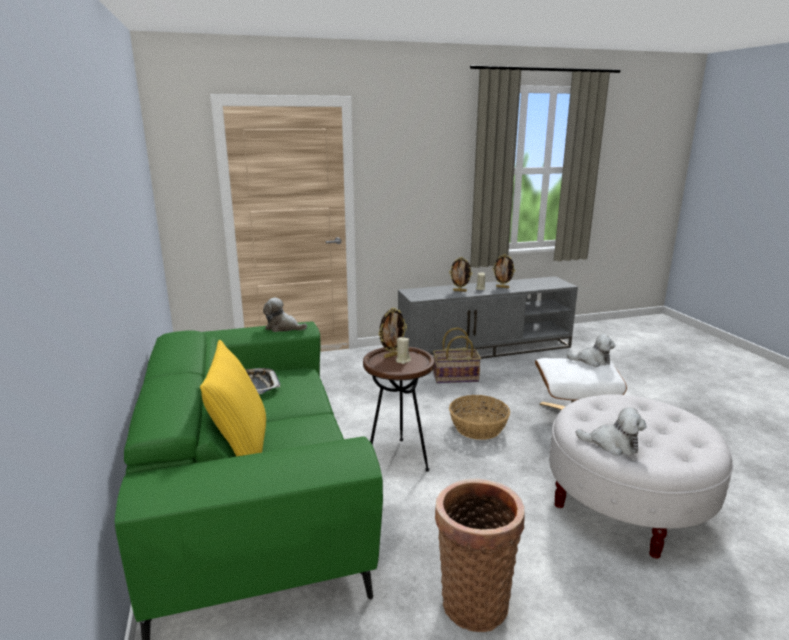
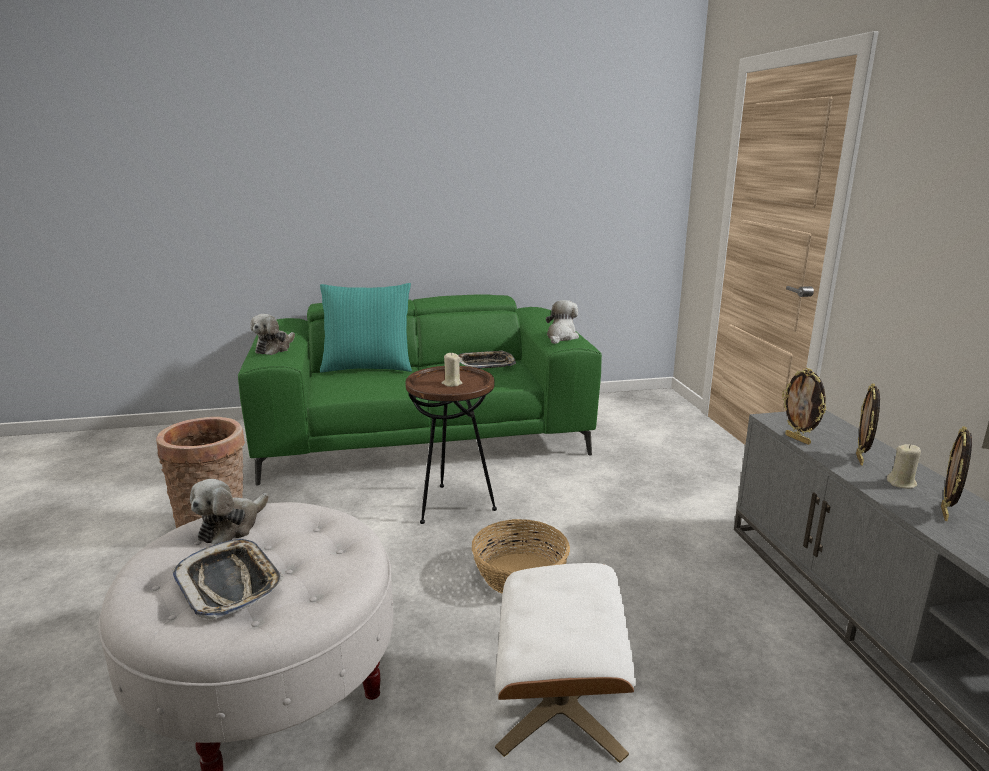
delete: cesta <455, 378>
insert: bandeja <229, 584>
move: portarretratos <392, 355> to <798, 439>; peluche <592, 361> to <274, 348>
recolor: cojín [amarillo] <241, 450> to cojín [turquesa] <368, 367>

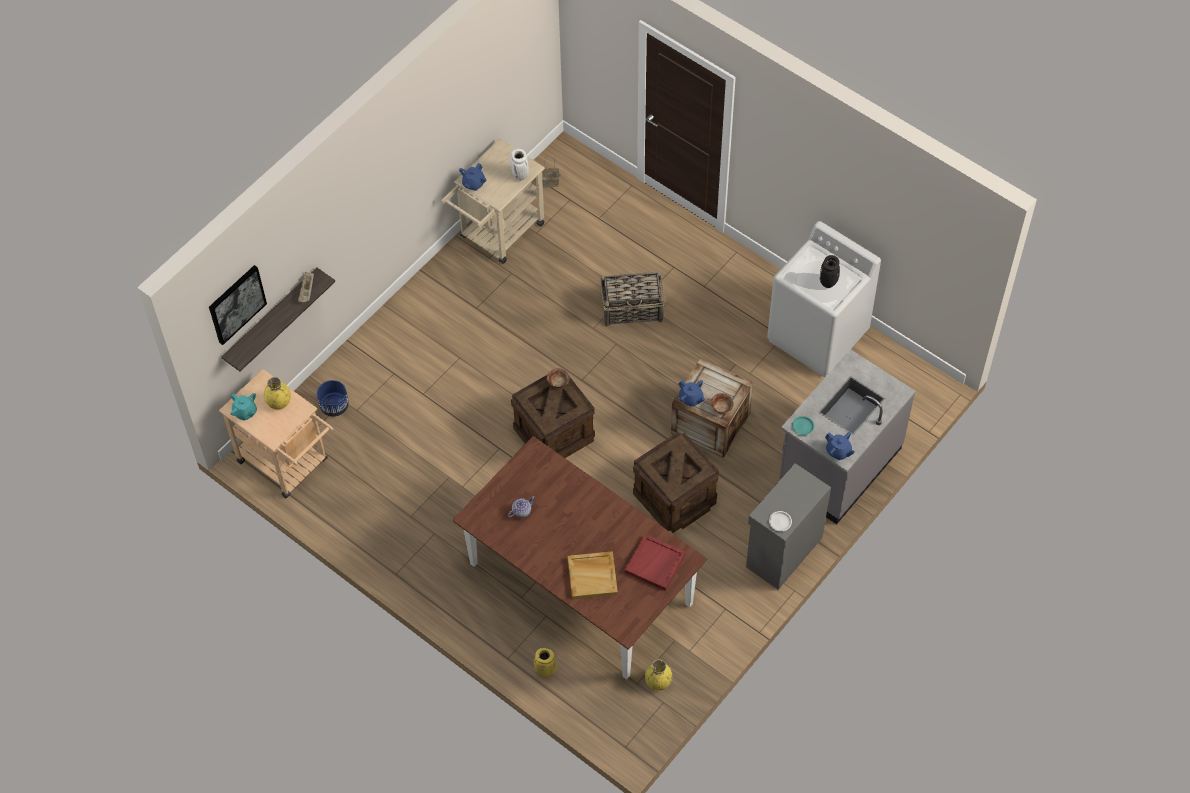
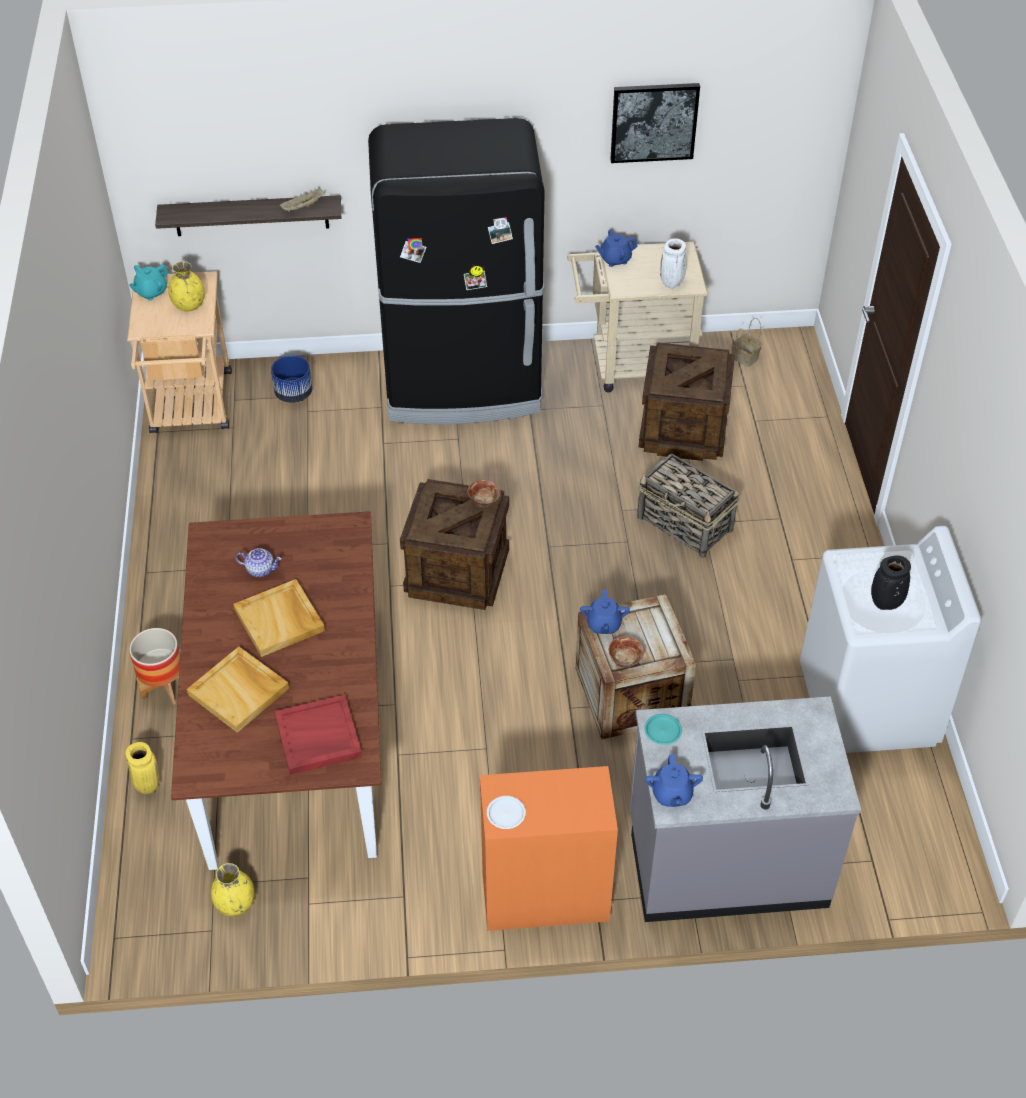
insert: nevera [negro] <463, 386>; bandeja [beis] <280, 620>; maceta <164, 688>
move: cuadro <236, 304> to <654, 122>; caja de embalaje <675, 498> to <682, 430>
recolor: armario [gris] <782, 552> to armario [naranja] <544, 895>
rotate: tetera [turquesa] <245, 412> = <151, 292> 45 degrees clockwise

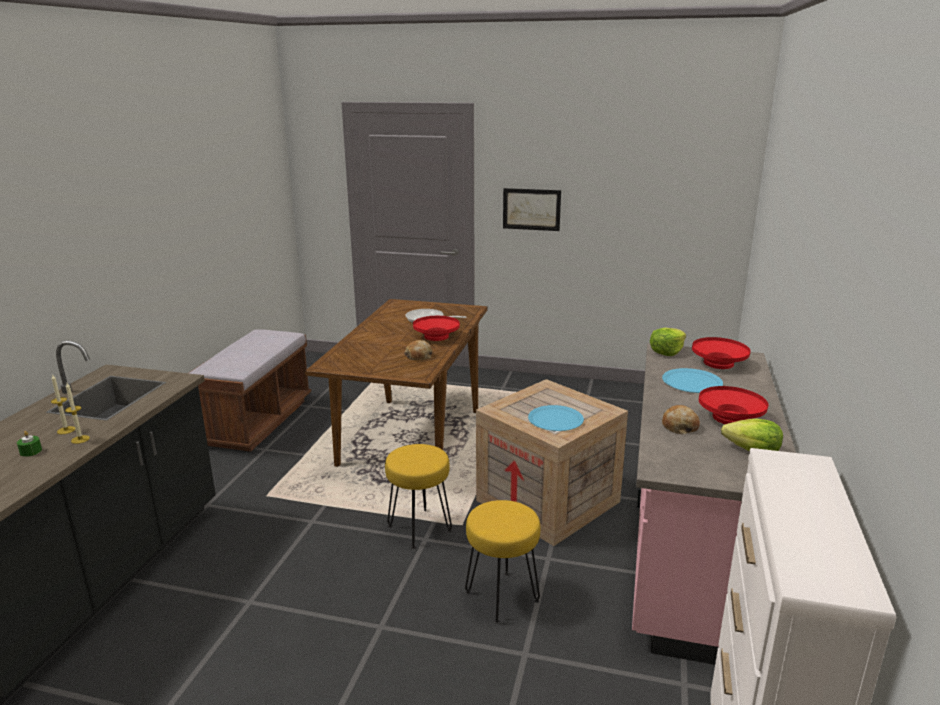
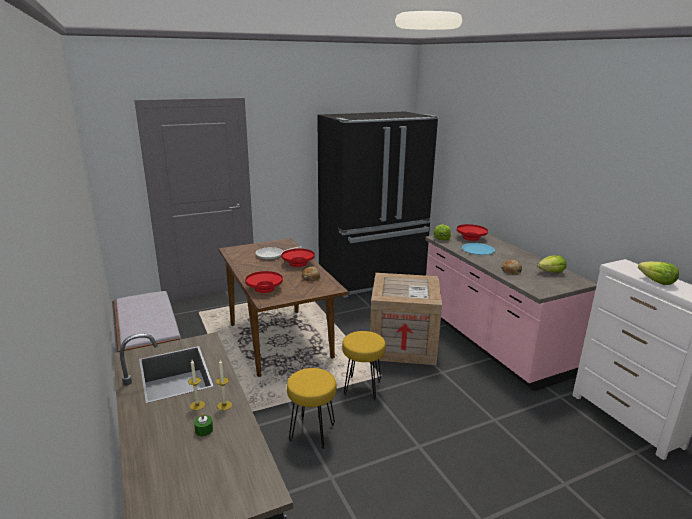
delete: cuadro <531, 209>; plato [azul] <555, 419>
insert: nevera [negro] <373, 279>; lechuga <656, 281>
move: cuenco [rojo] <730, 418> to <264, 289>; taburete [amarillo] <501, 596> to <311, 433>

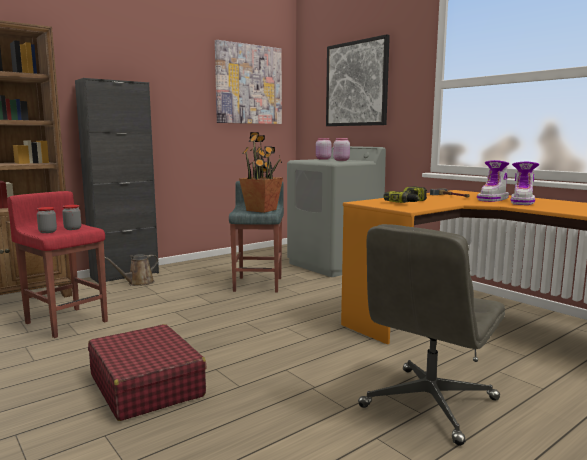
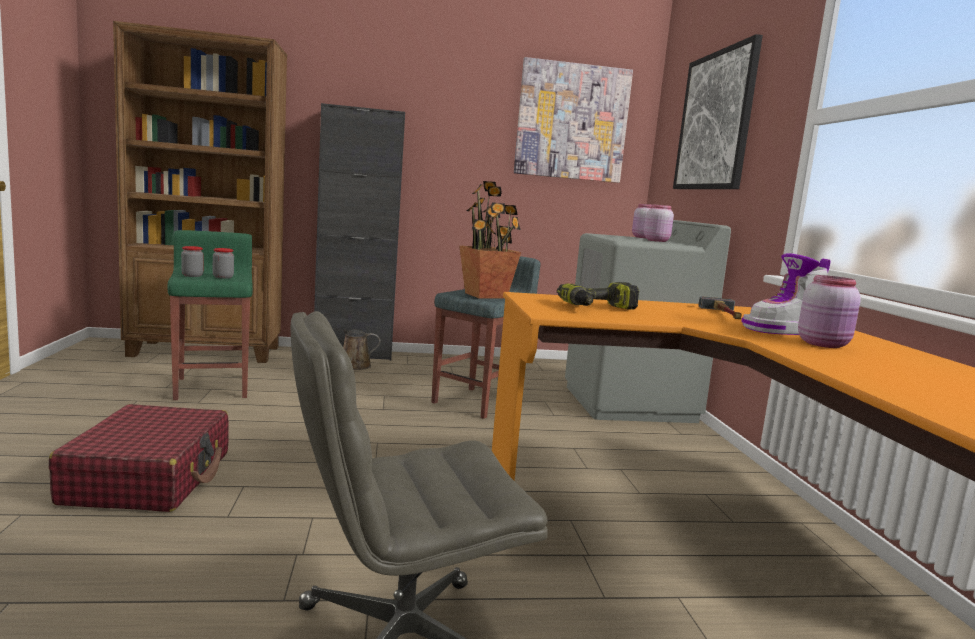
replace: bota <522, 202> to tarro [rosa] <824, 344>
recolor: taburete [rojo] <66, 322> to taburete [verde] <212, 387>

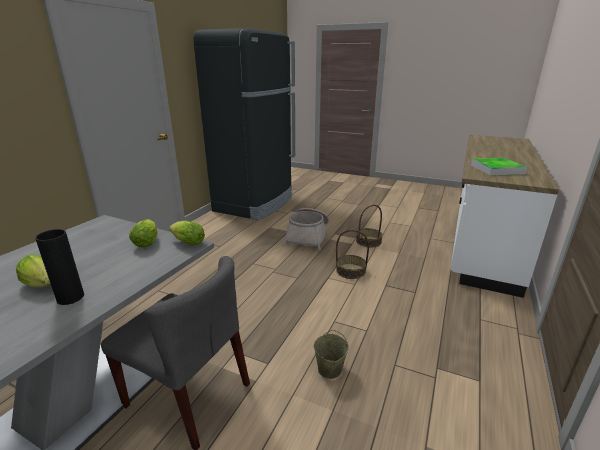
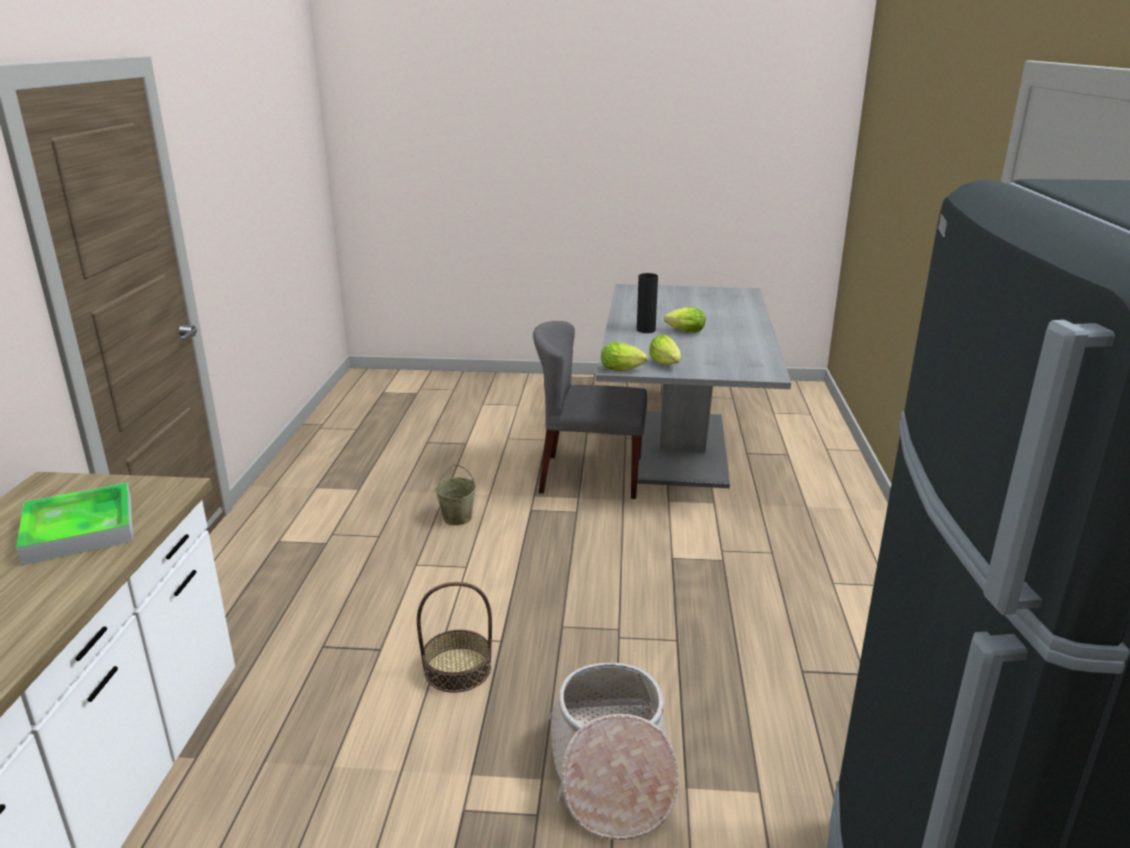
delete: cesta <368, 241>

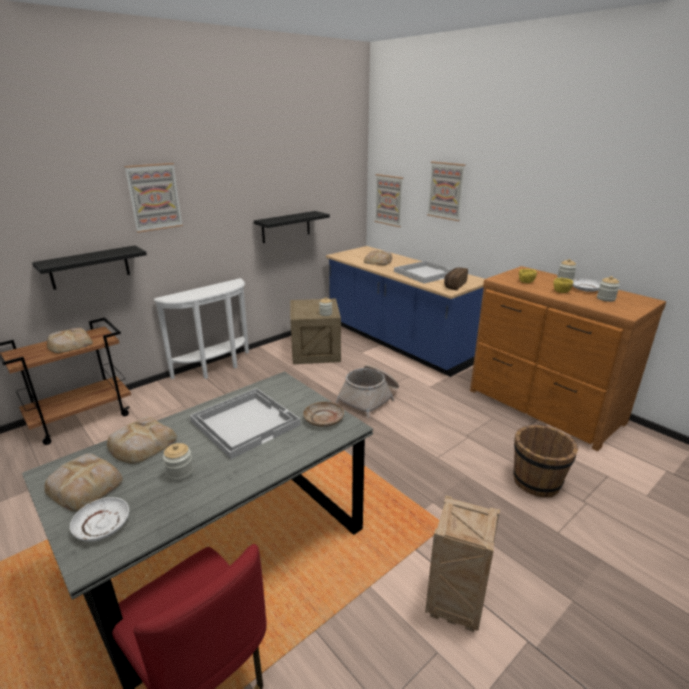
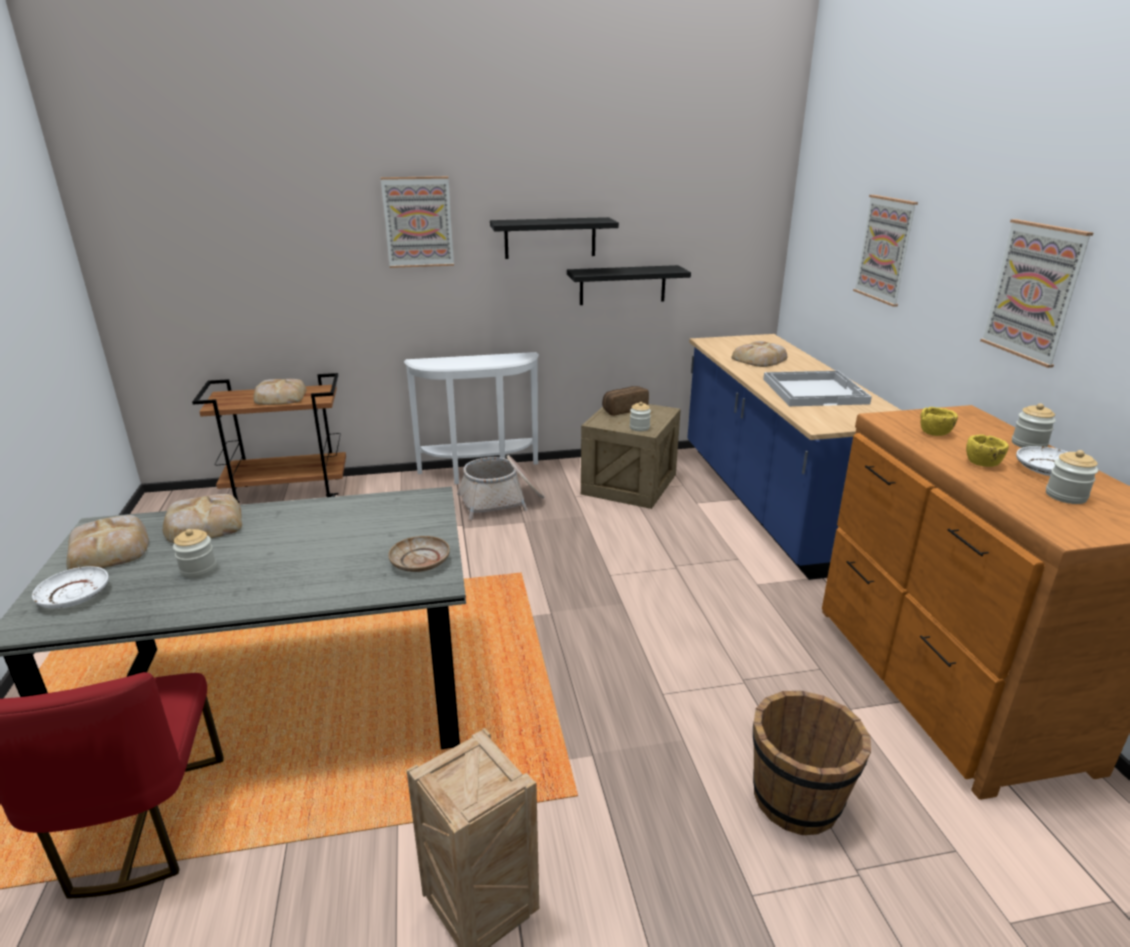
delete: bandeja [blanco] <245, 422>
move: cuadro <389, 200> to <1034, 291>; estante [negro] <90, 267> to <550, 238>; pan <454, 285> to <623, 409>; cesta <369, 398> to <502, 501>

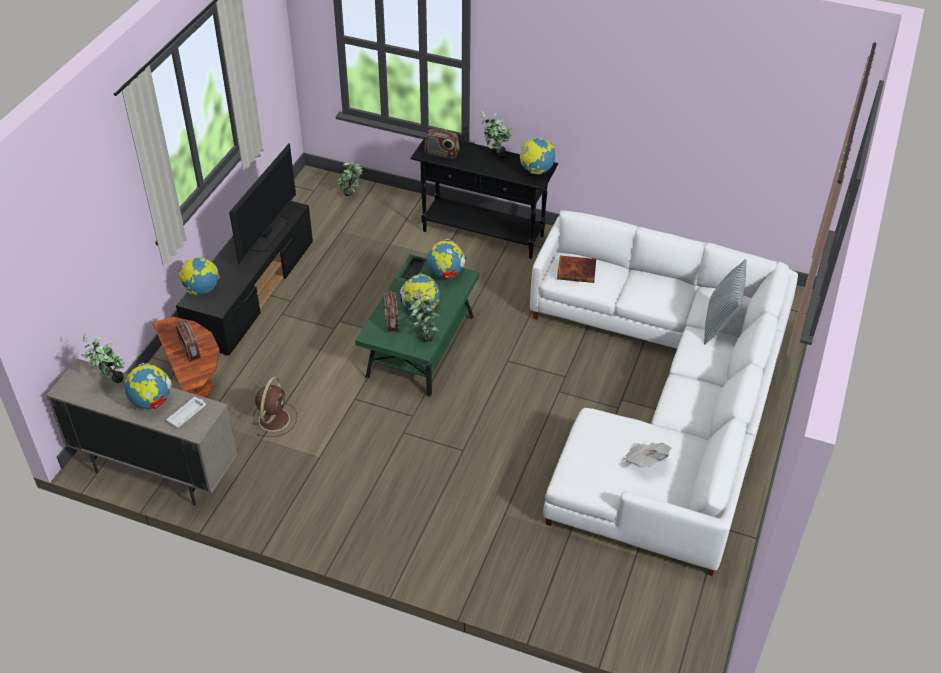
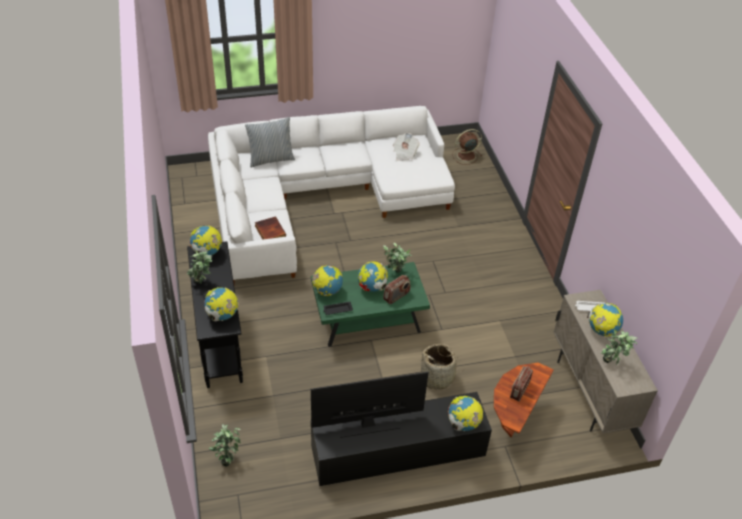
insert: cesta <437, 377>
move: ventilador [marrón] <274, 418> to <465, 156>
replace: radio <441, 153> to globo terráqueo <222, 315>

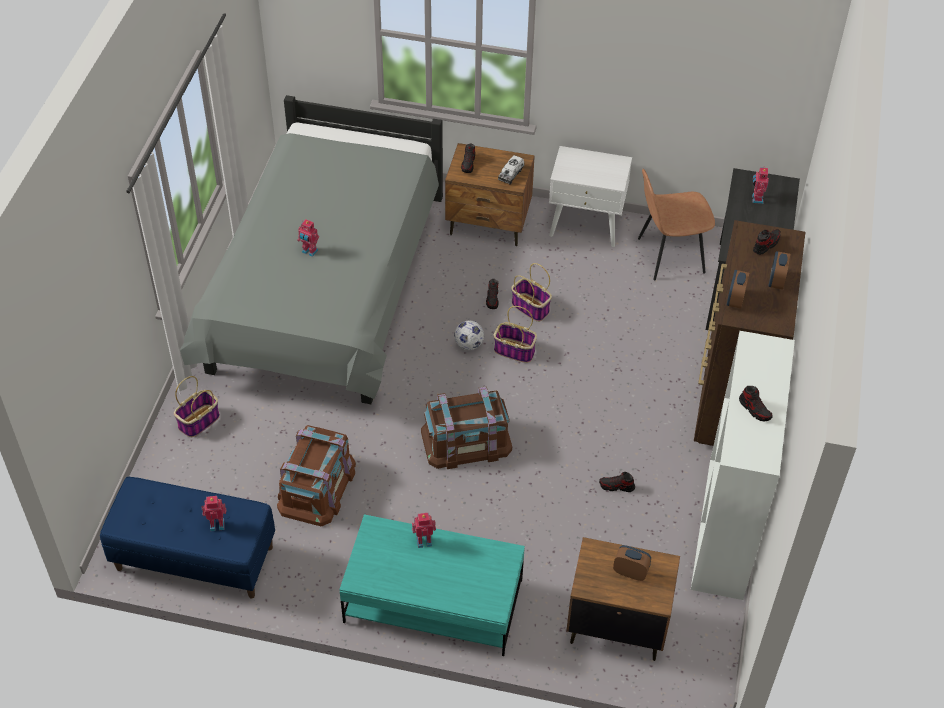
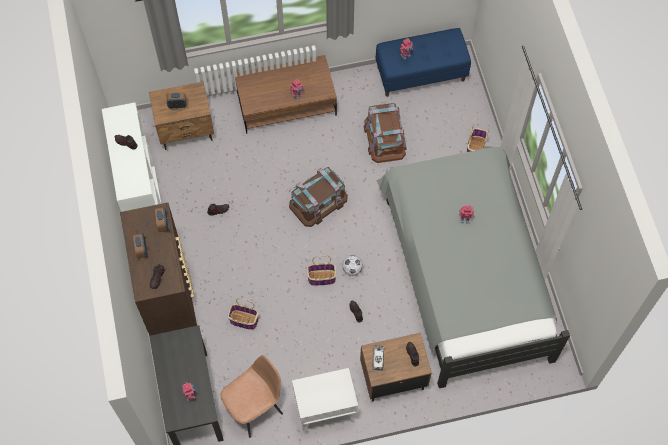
move: cesta <531, 308> to <243, 320>
recolor: mesa de centro [turquesa] <433, 601> to mesa de centro [marrón] <286, 103>

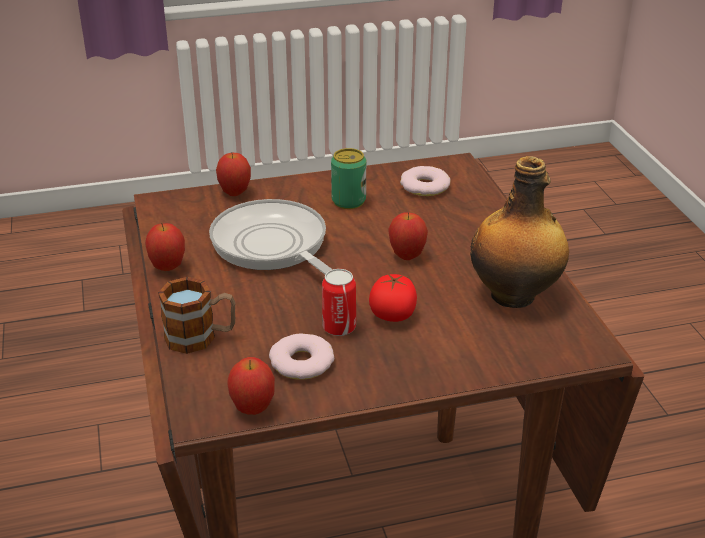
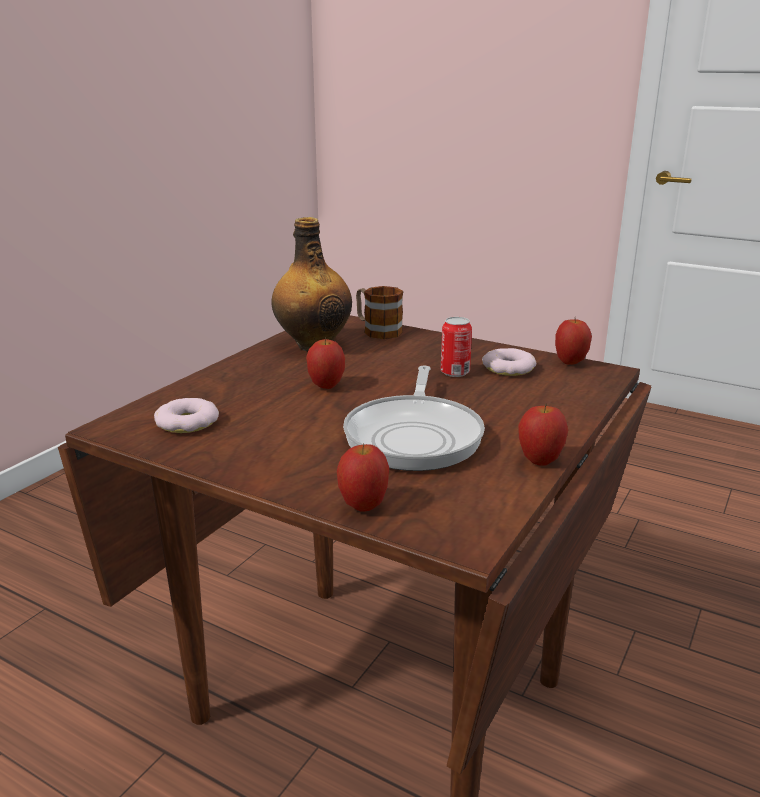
delete: lata <348, 201>; tomate <392, 315>
move: taza grande <201, 337> to <377, 330>

